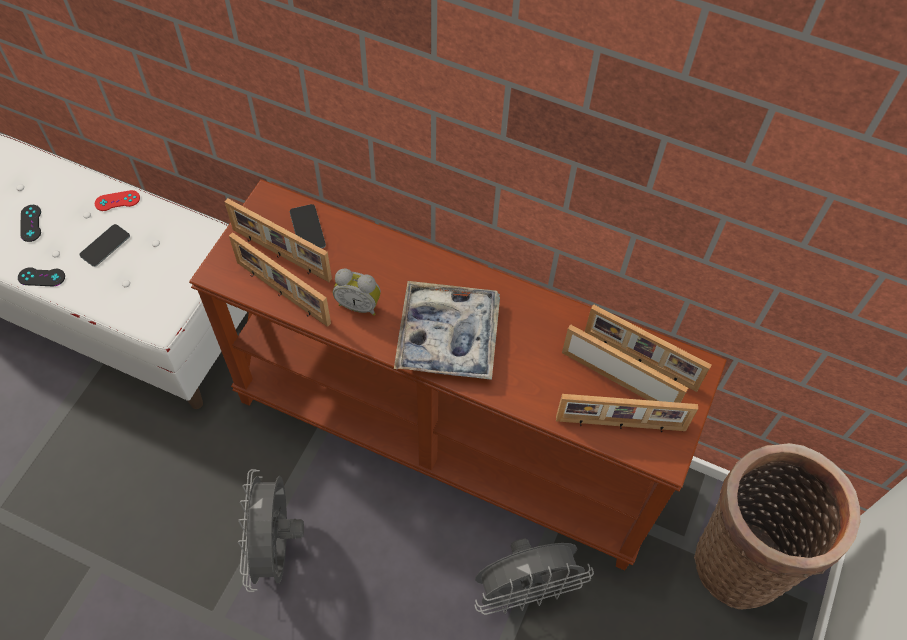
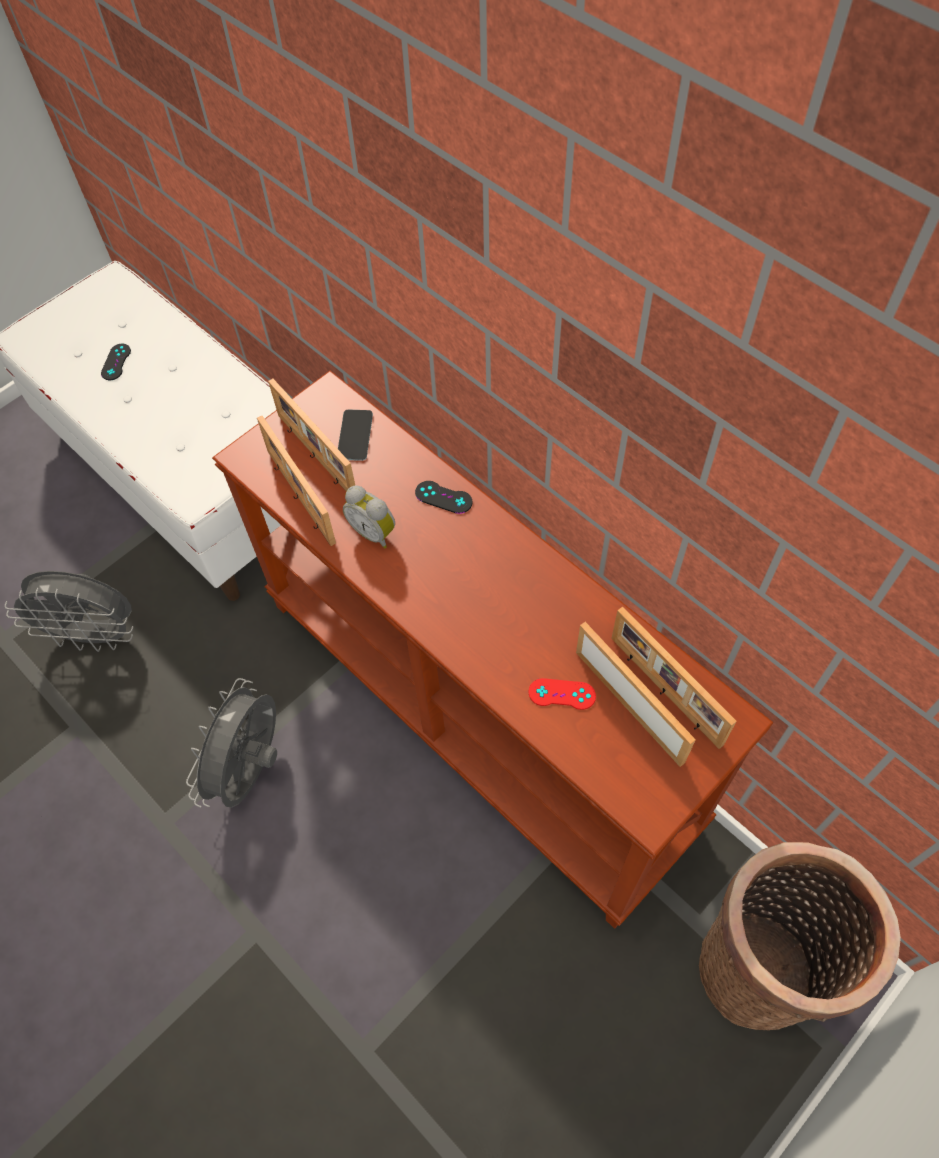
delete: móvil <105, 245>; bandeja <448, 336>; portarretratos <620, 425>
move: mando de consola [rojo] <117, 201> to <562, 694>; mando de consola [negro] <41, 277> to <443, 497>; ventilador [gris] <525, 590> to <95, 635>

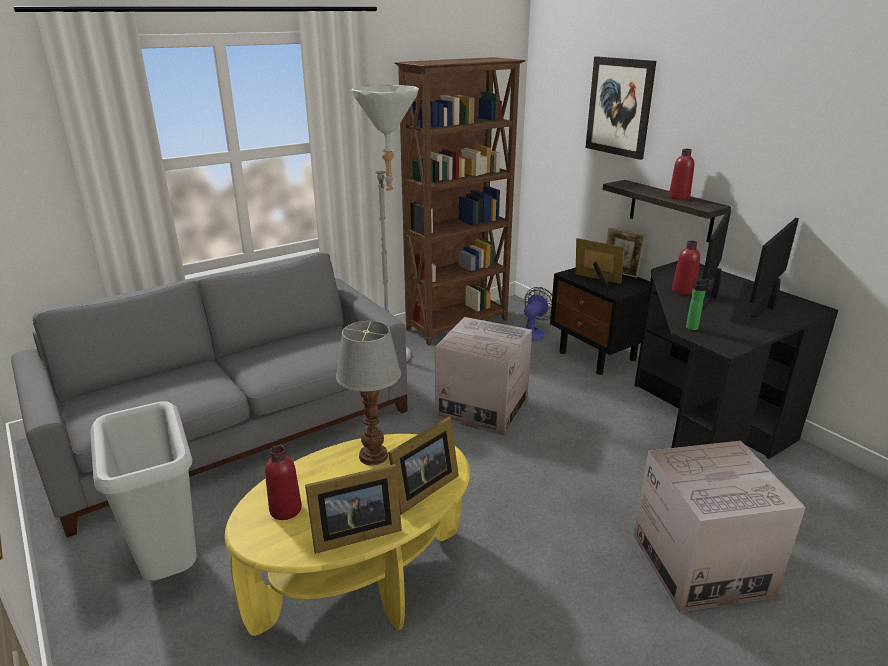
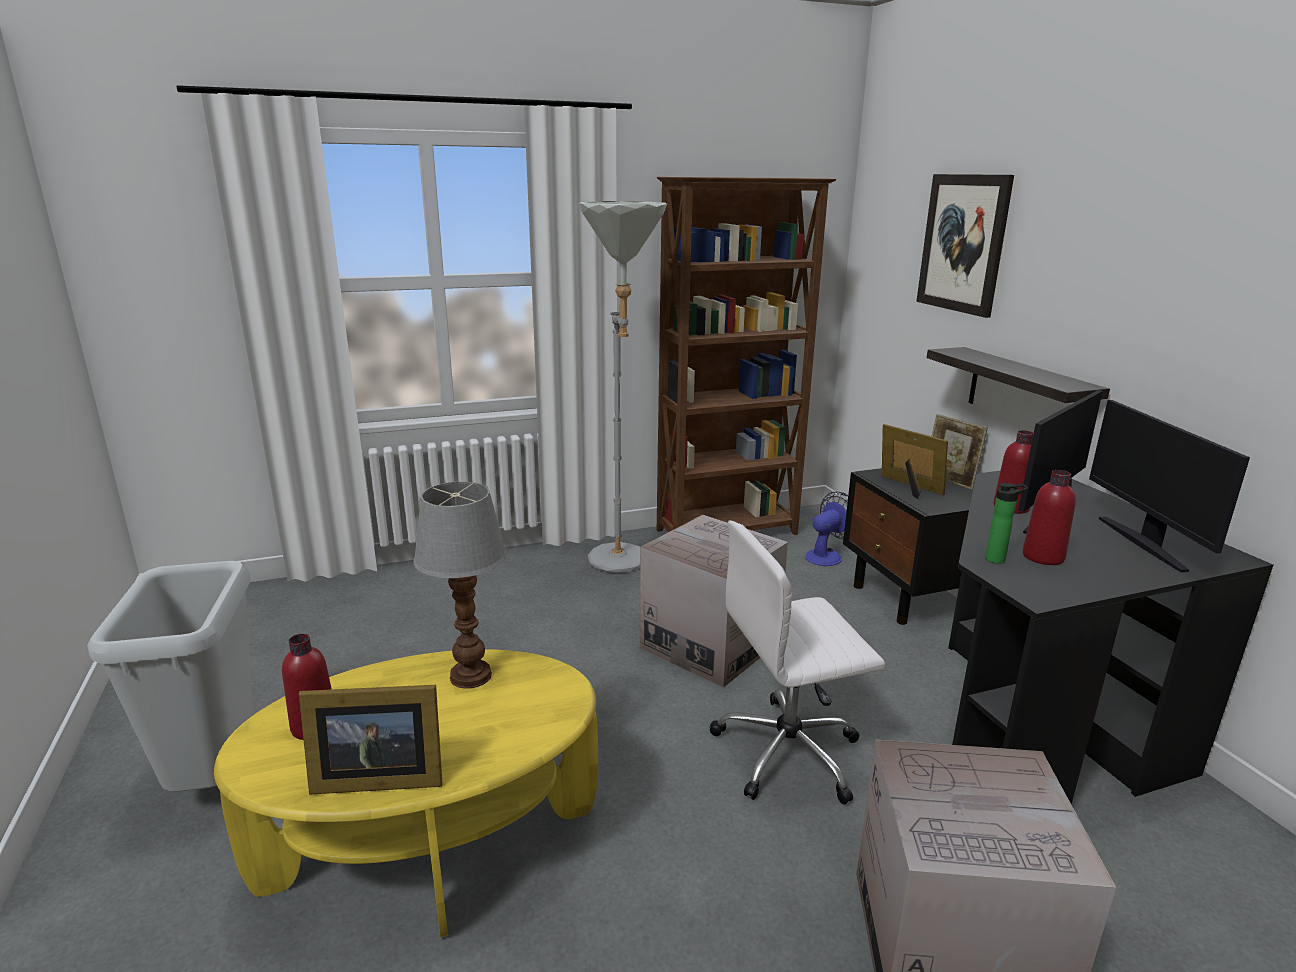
delete: sofá [gris] <235, 430>; portarretratos <420, 490>
insert: silla de oficina [blanco] <789, 752>
move: botella [rojo] <679, 197> to <1043, 557>
rotate: monitor <767, 305> = <1144, 543> 60 degrees counterclockwise

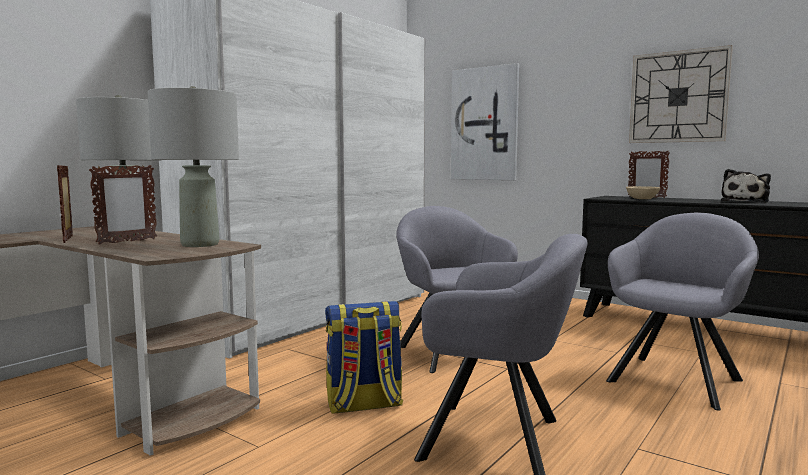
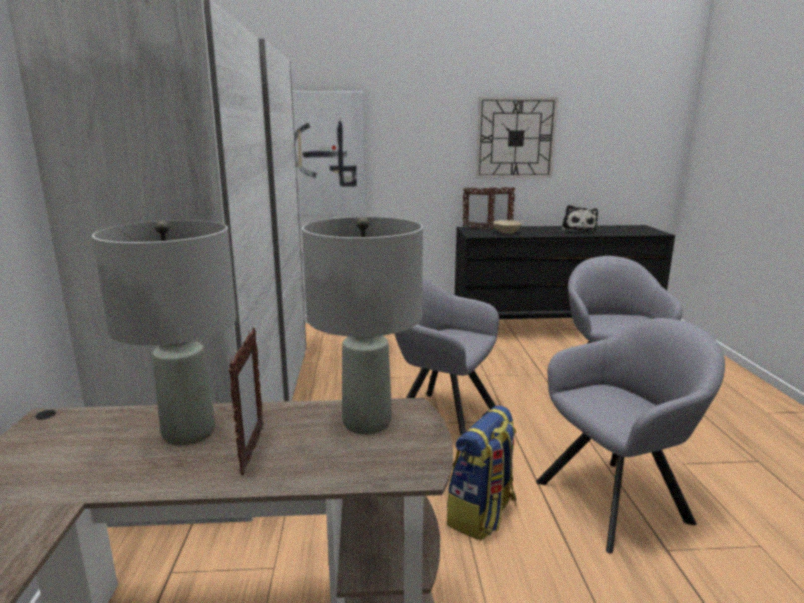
move: portarretratos <68, 239> to <477, 228>

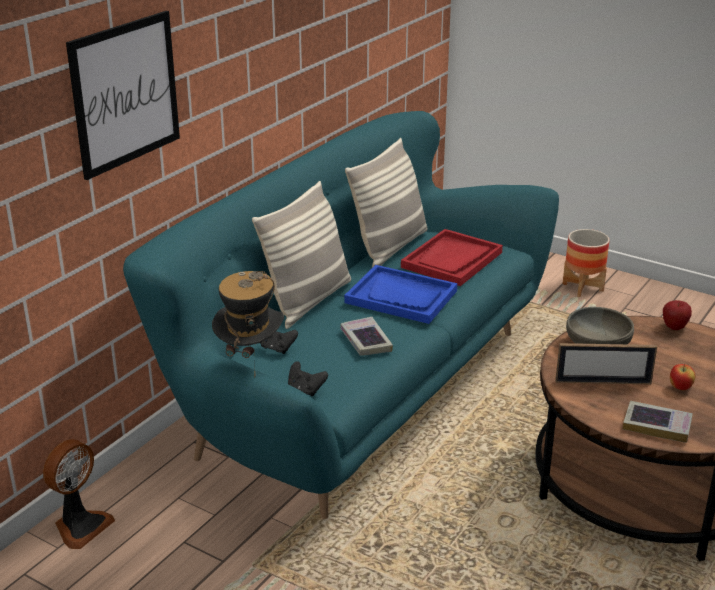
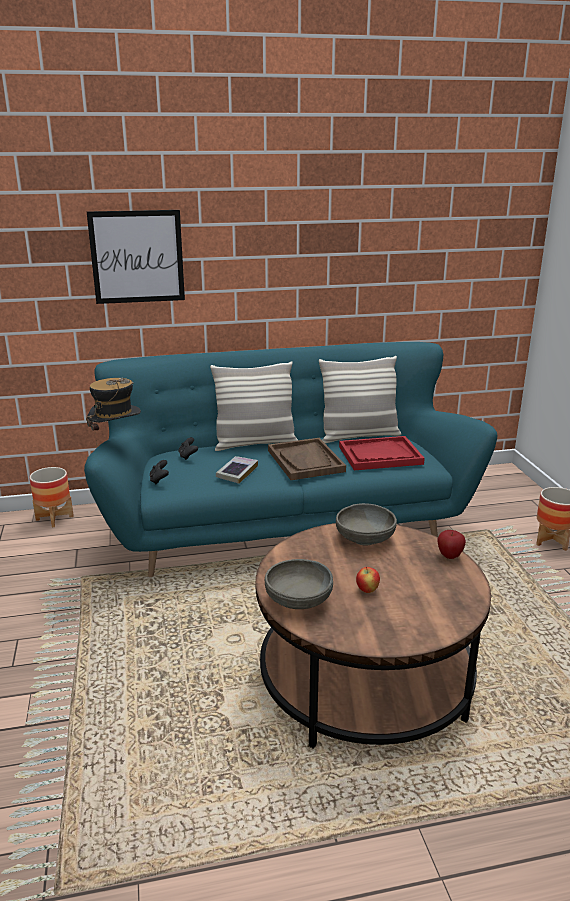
delete: portarretratos <603, 382>
replace: libro <657, 425> to cuenco [gris] <298, 600>; ventilador <80, 526> to maceta <54, 518>
recolor: bandeja [azul] <401, 297> to bandeja [marrón] <306, 461>

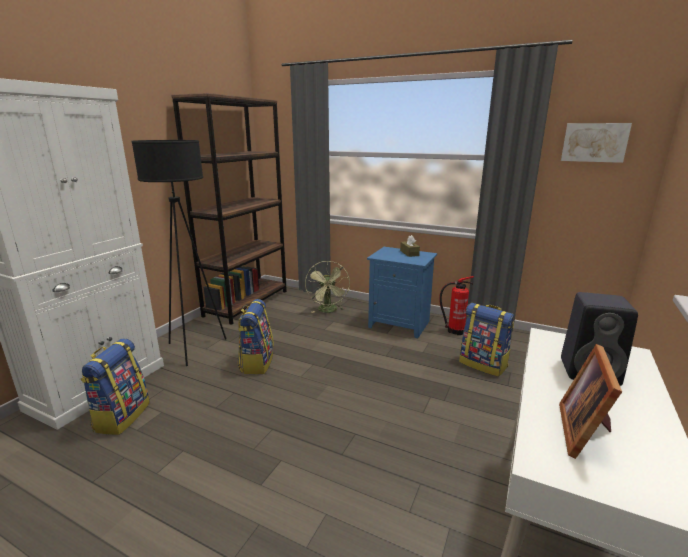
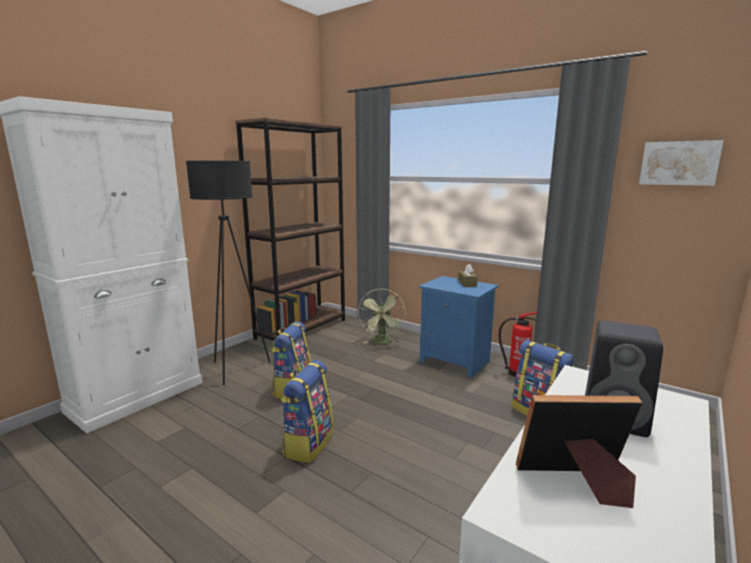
move: mochila <121, 416> to <308, 443>
rotate: portarretratos <585, 431> = <577, 483> 60 degrees clockwise

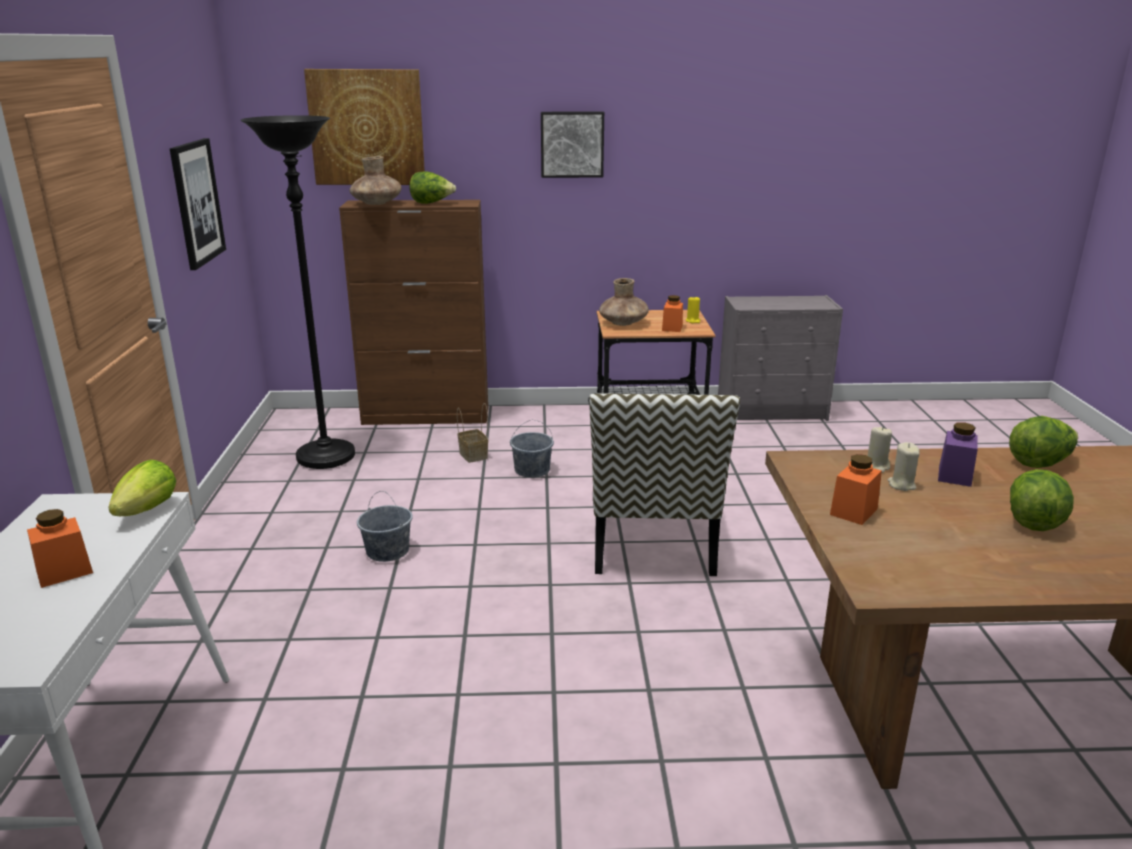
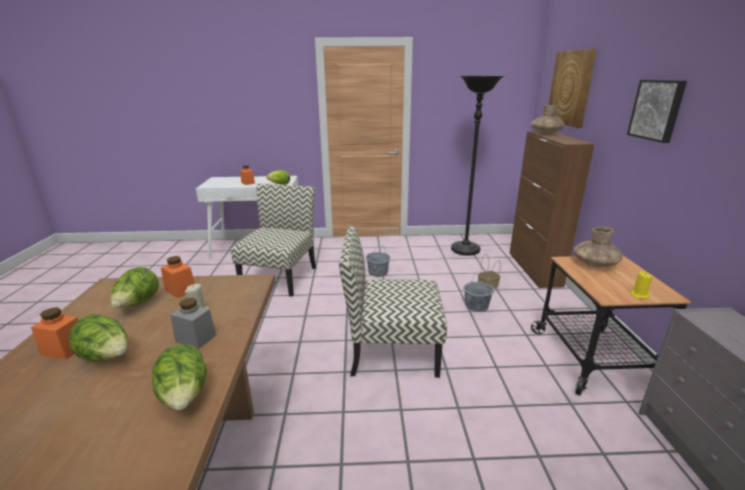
delete: cuadro <197, 202>; vela [beis] <876, 466>
insert: silla <280, 277>
move: lechuga <431, 203> to <138, 304>; tarro [naranja] <672, 328> to <65, 349>
recolor: tarro [morado] <954, 475> to tarro [gris] <196, 338>

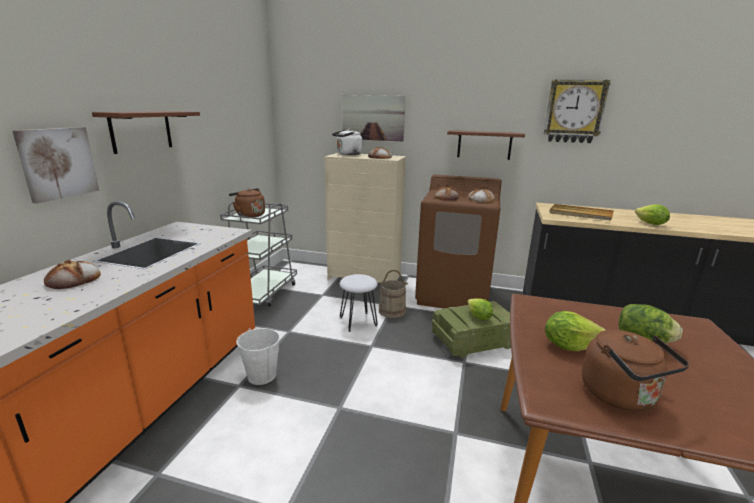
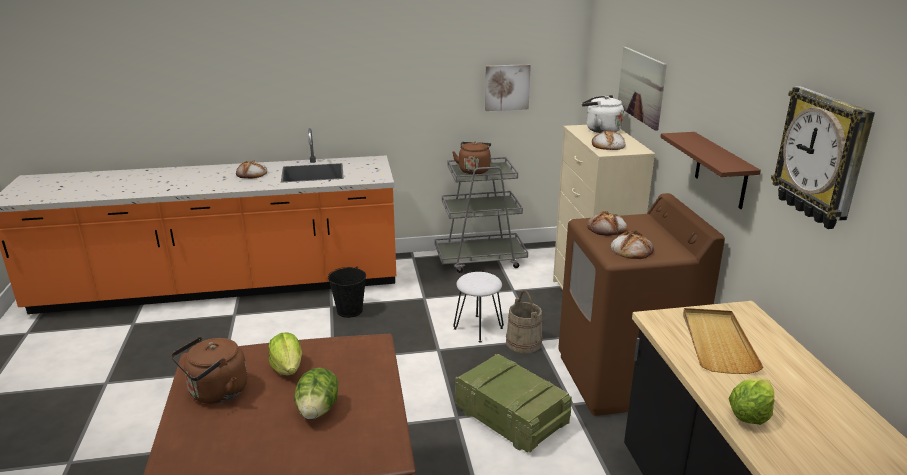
delete: estante [marrón] <141, 131>; lechuga <478, 317>
move: cuadro <57, 163> to <507, 87>
recolor: cubo [blanco] <262, 375> to cubo [negro] <350, 310>

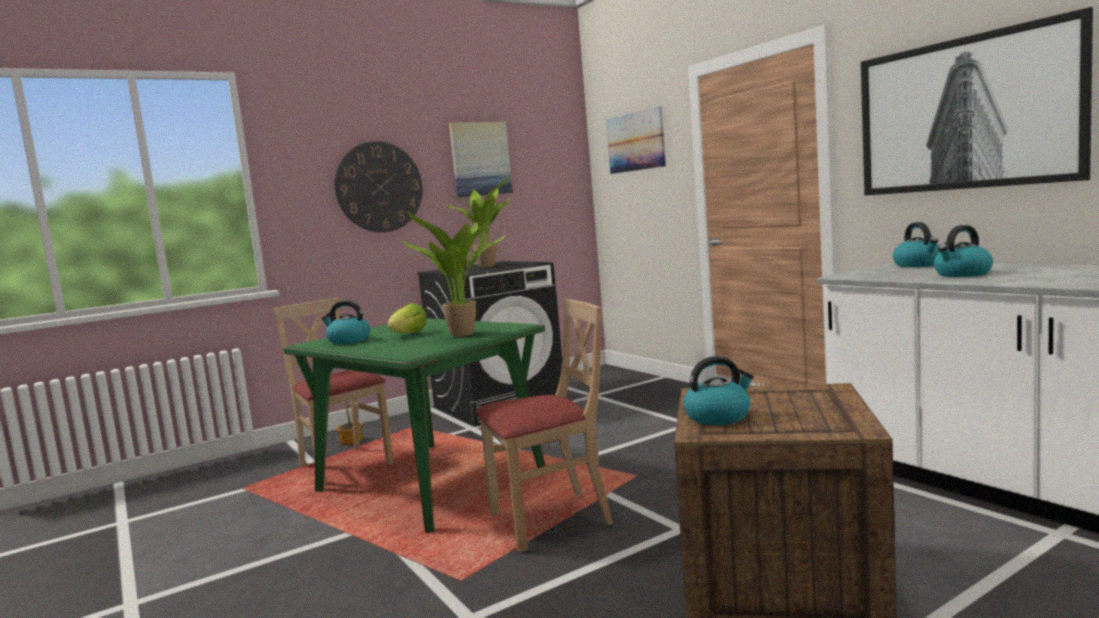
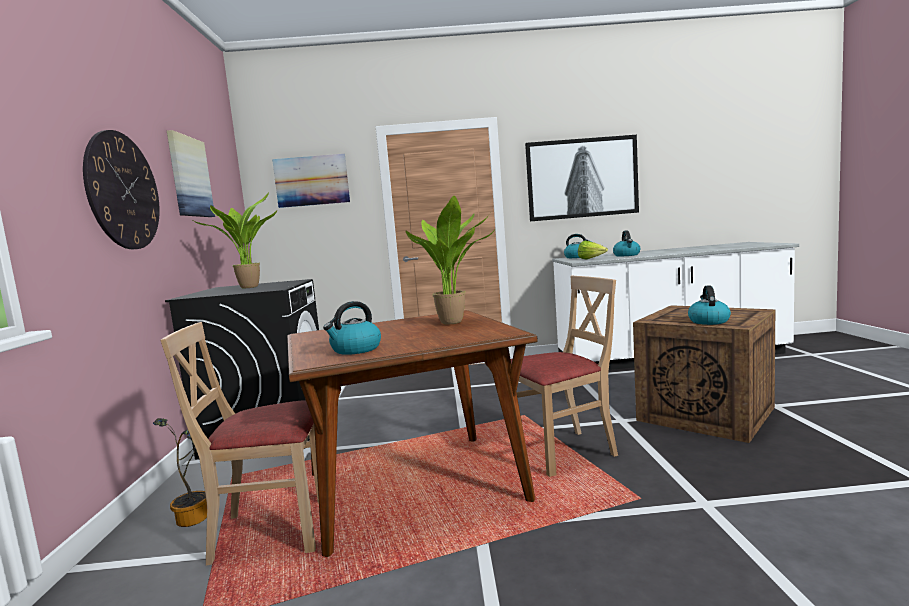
move: lechuga <408, 335> to <591, 259>
recolor: mesa de comedor [verde] <429, 483> to mesa de comedor [marrón] <413, 487>
rotate: silla [beis] <550, 520> = <563, 452> 60 degrees clockwise

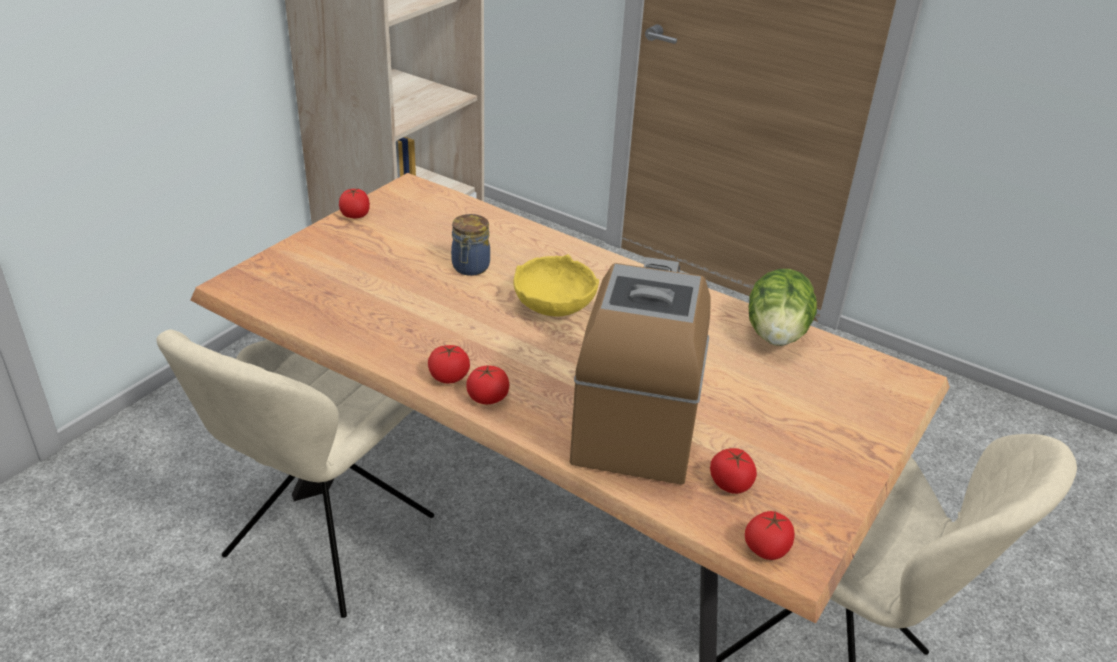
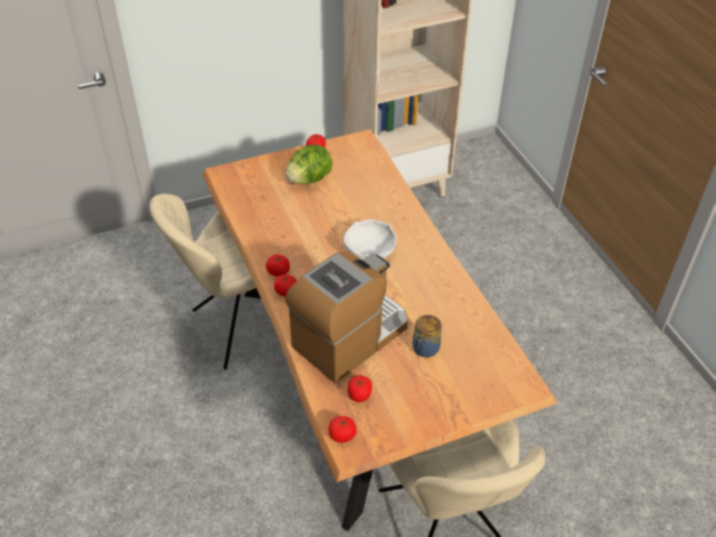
move: tarro <470, 268> to <424, 349>; lechuga <776, 335> to <309, 179>
recolor: cuenco [amarillo] <555, 305> to cuenco [blanco] <370, 251>

